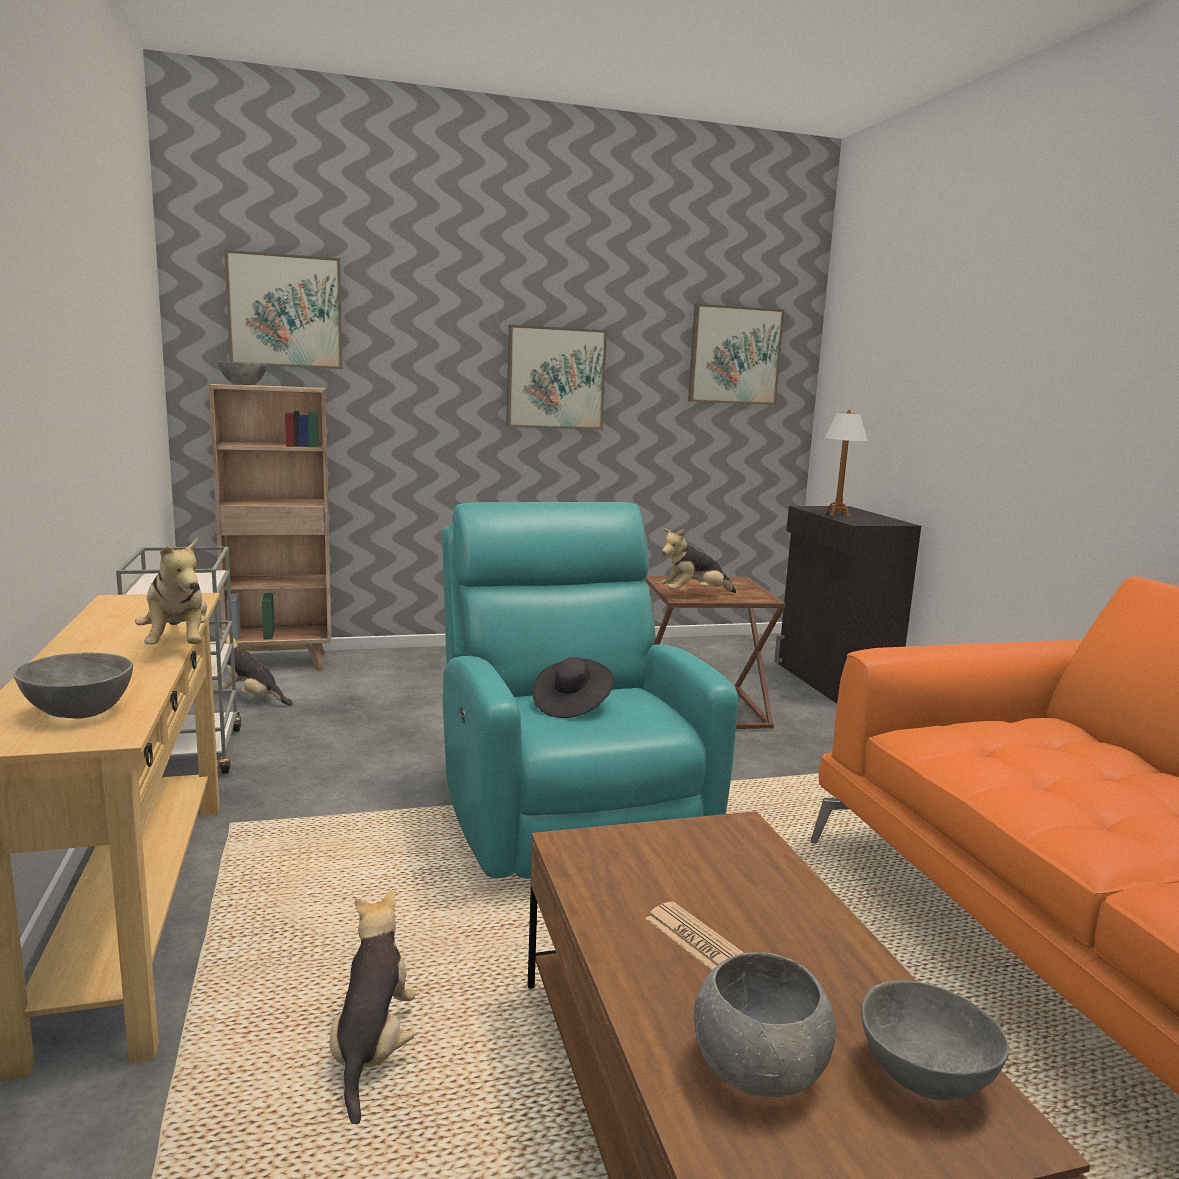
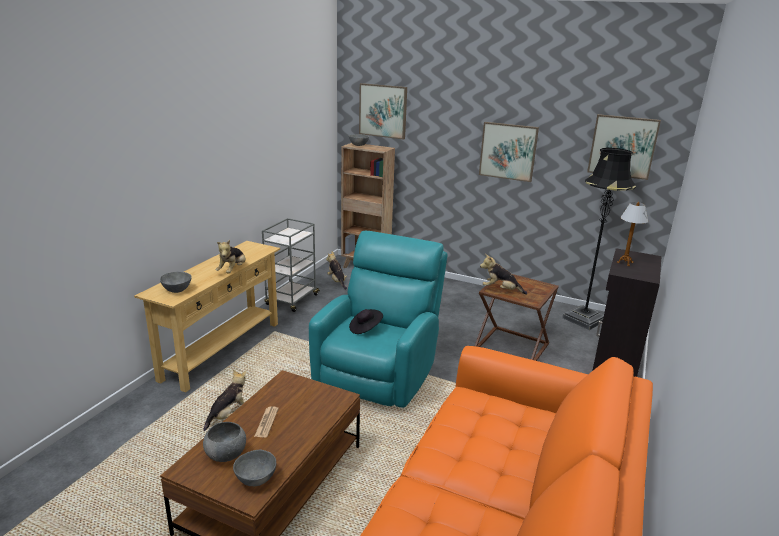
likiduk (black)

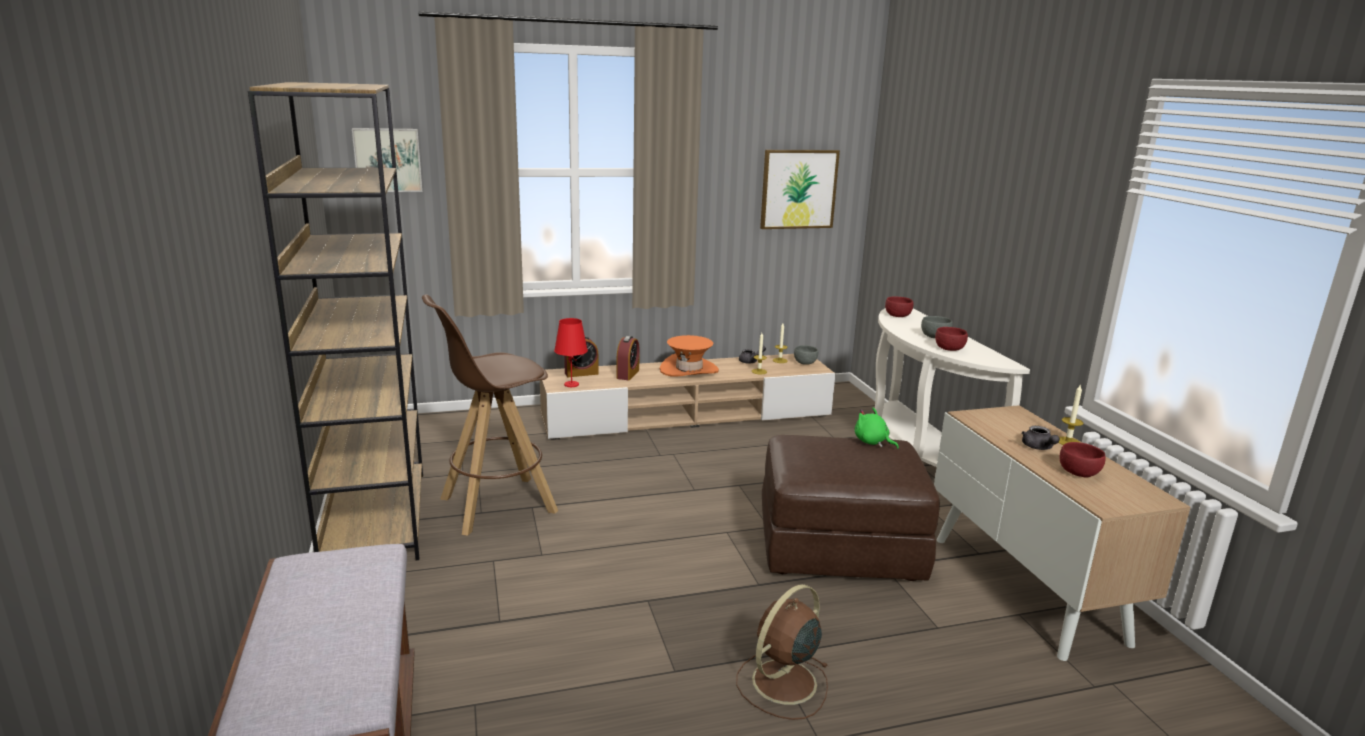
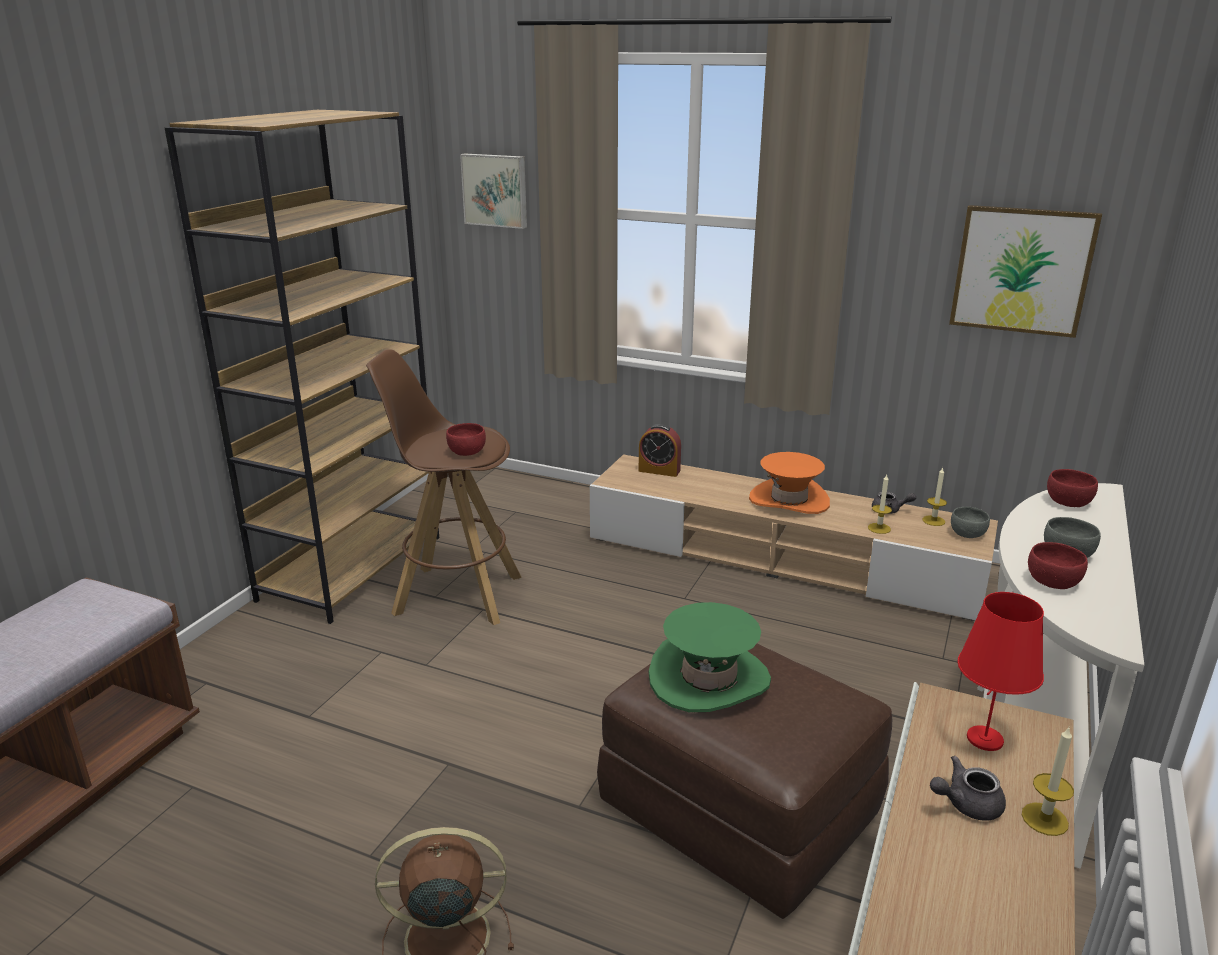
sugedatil (no. 2 from left in the first image)
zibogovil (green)
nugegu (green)
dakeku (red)
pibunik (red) (no. 1 from left)
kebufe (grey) (no. 2 from left)

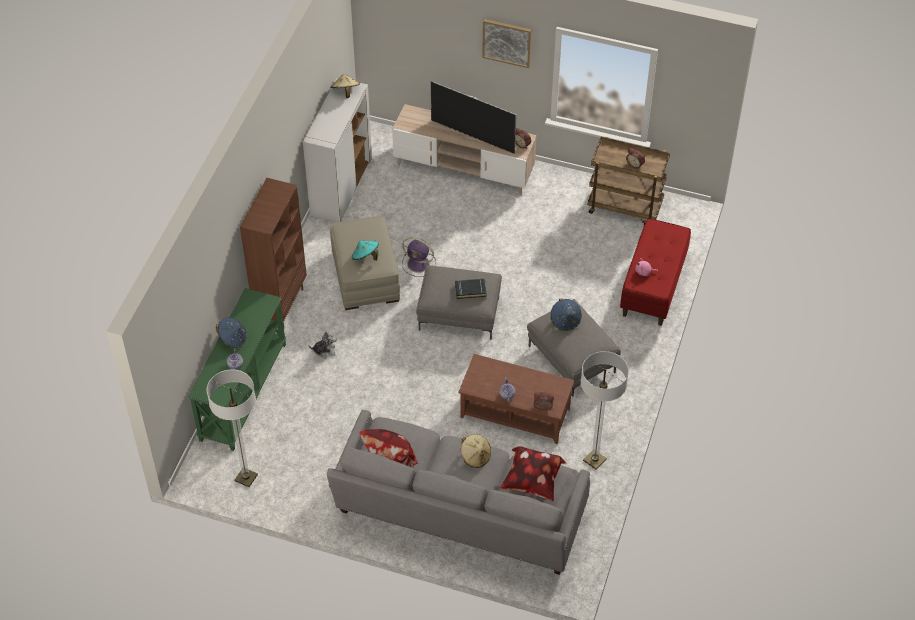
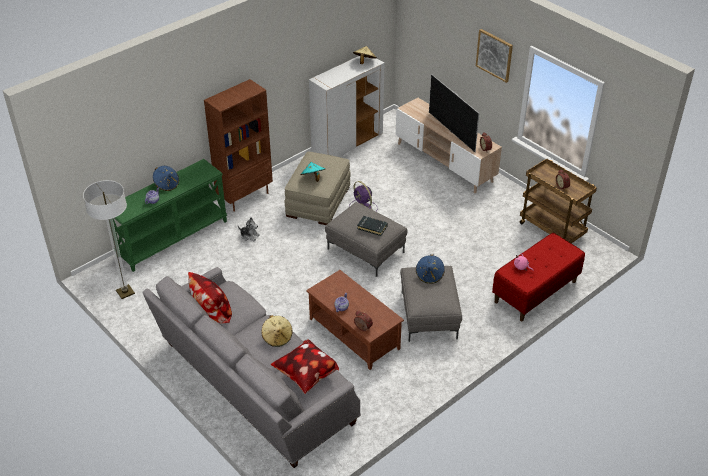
likiduk (no. 2 from left in the first image)

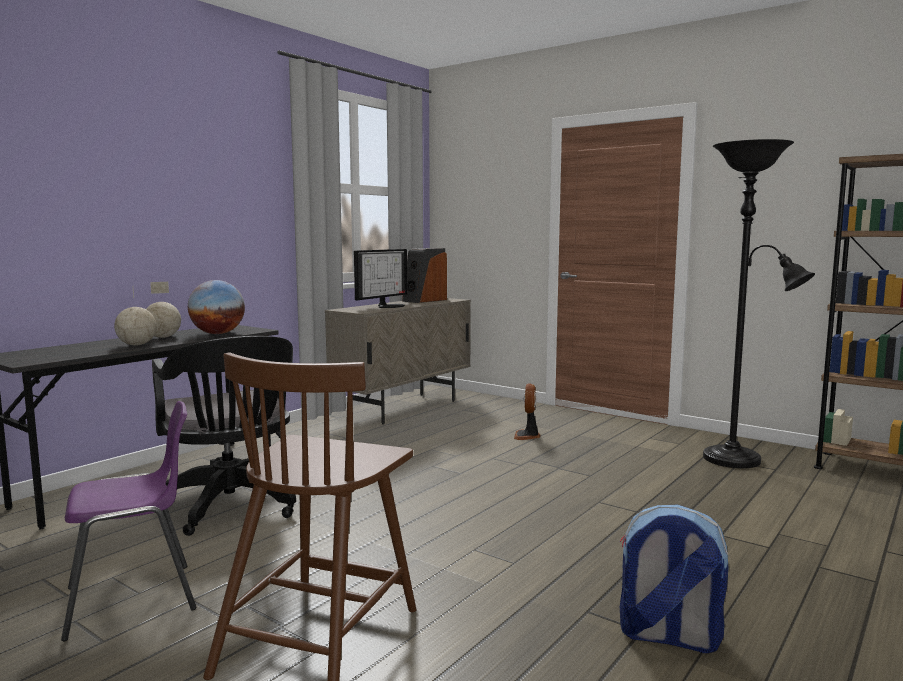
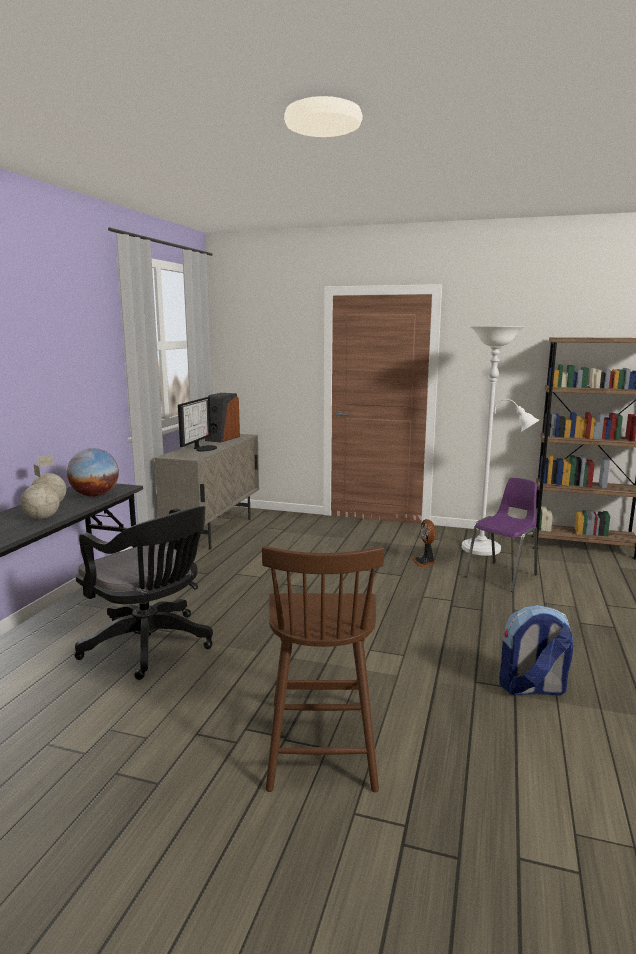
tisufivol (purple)
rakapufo
likiduk (white)

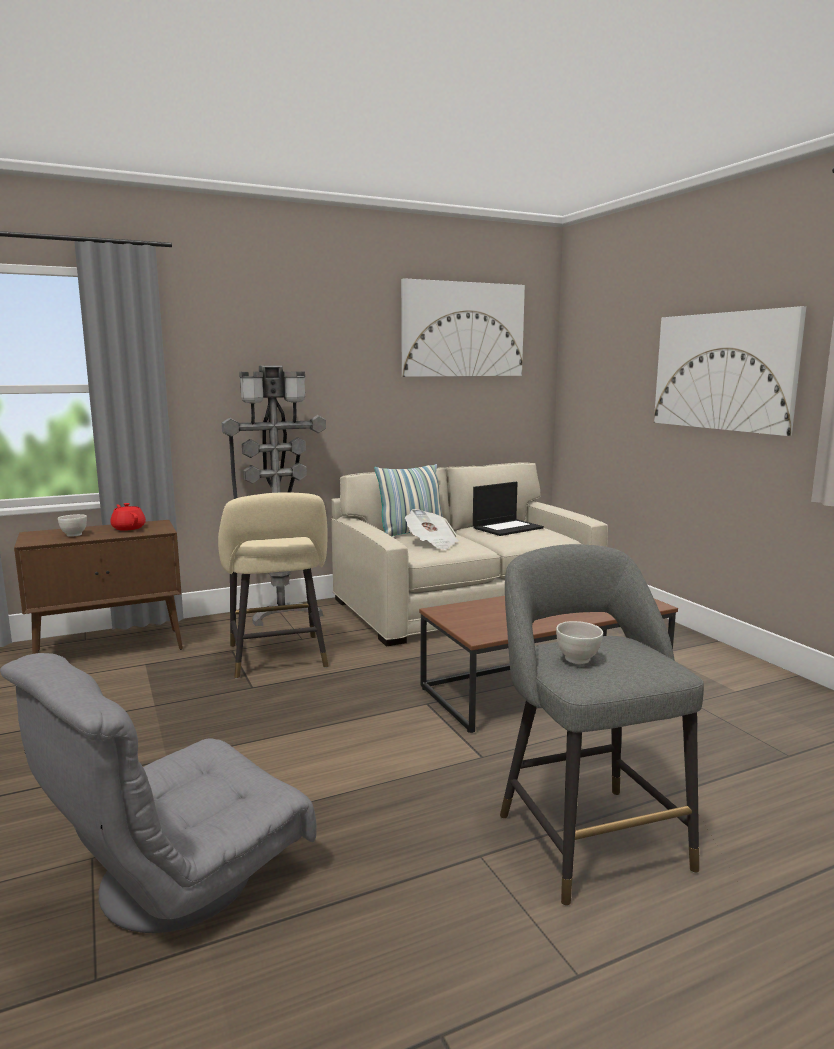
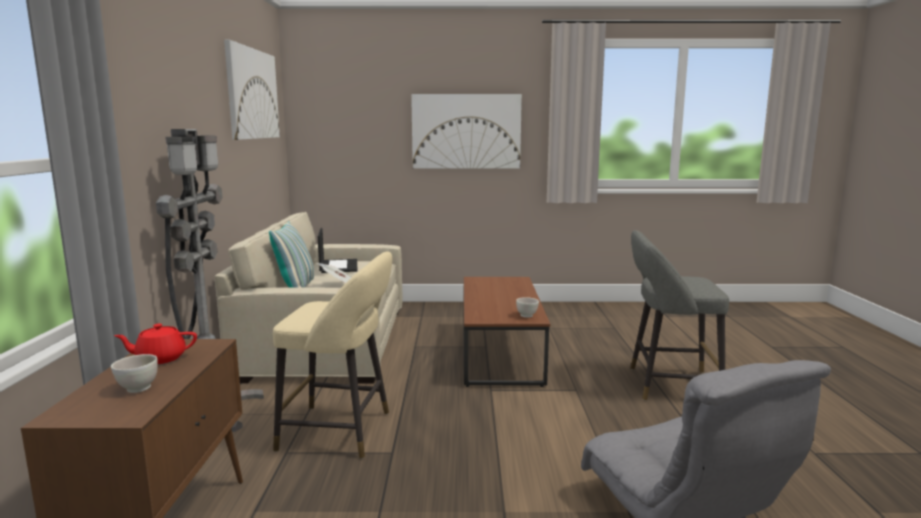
pibunik (white) (no. 2 from left)

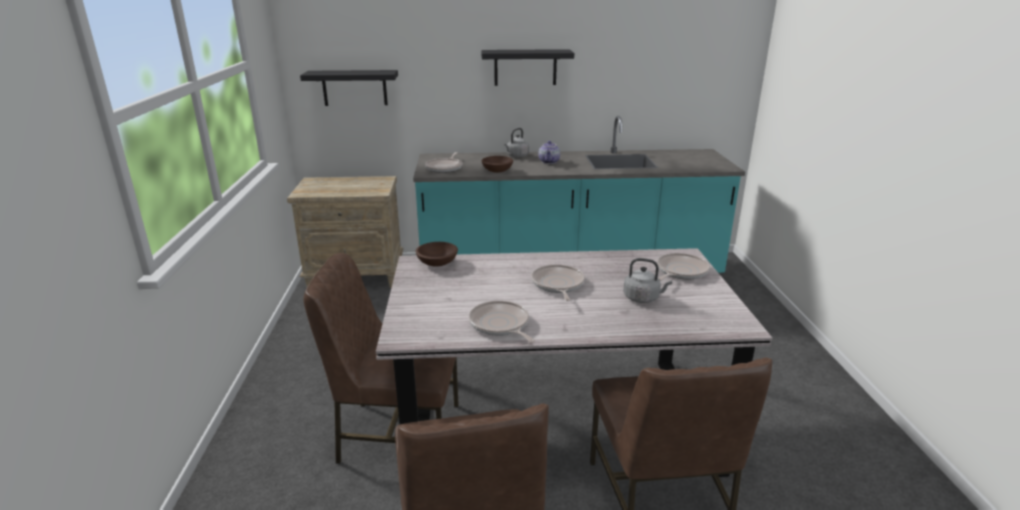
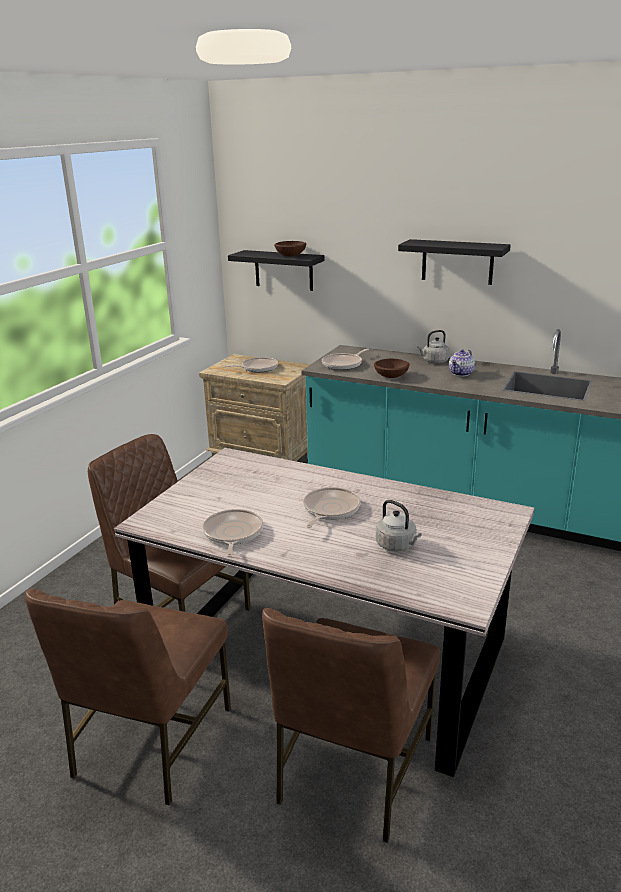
pibunik (brown) (no. 1 from left)
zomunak (no. 2 from left)

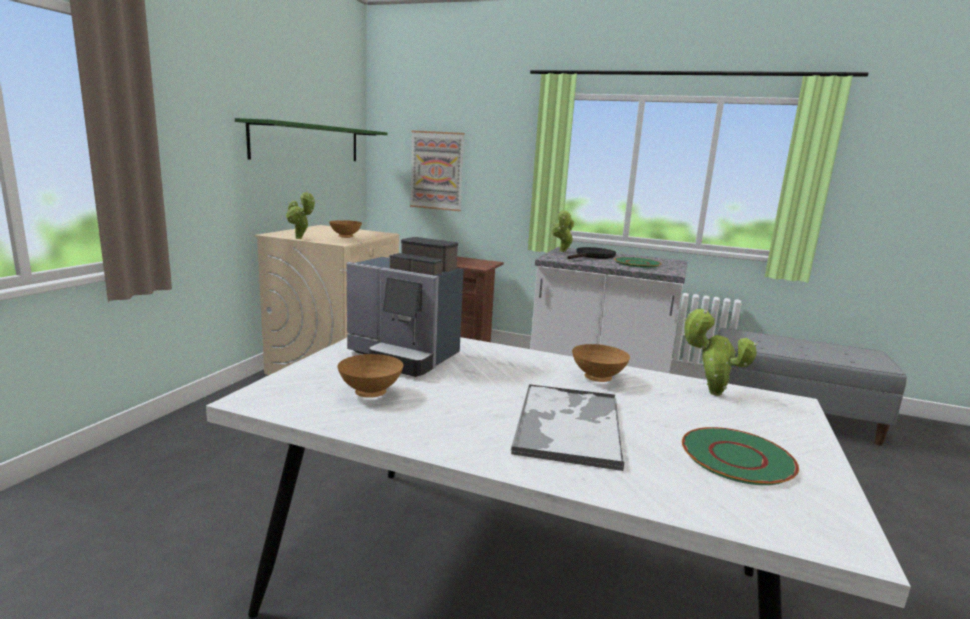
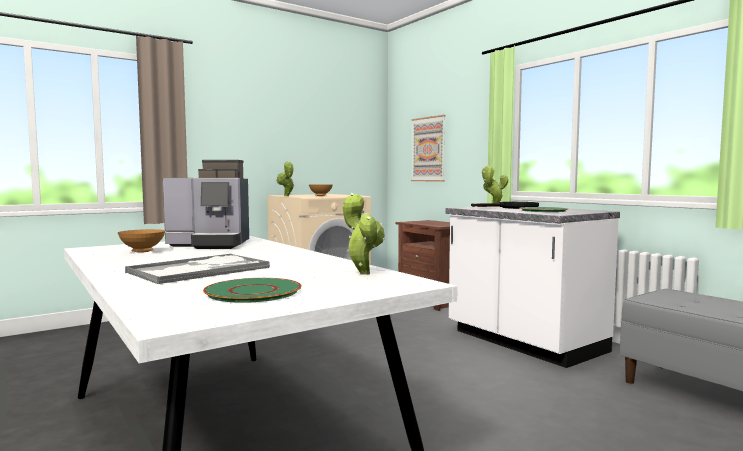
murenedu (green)
pibunik (brown) (no. 3 from left in the first image)
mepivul

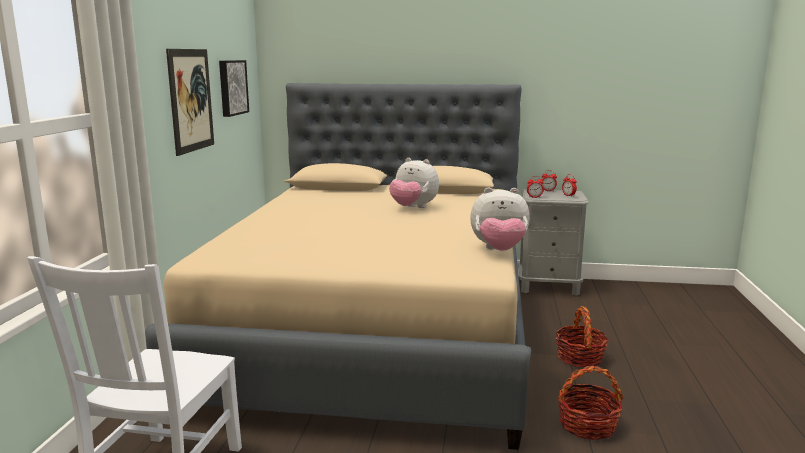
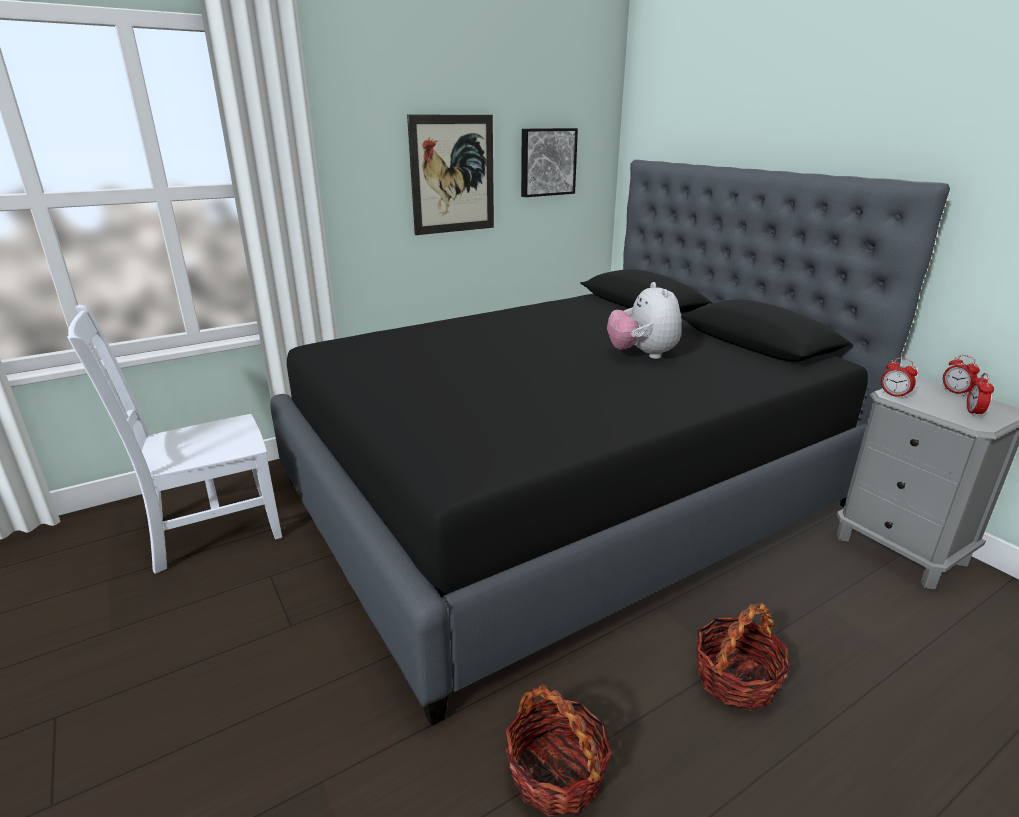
zibogovil (no. 2 from left in the first image)
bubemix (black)

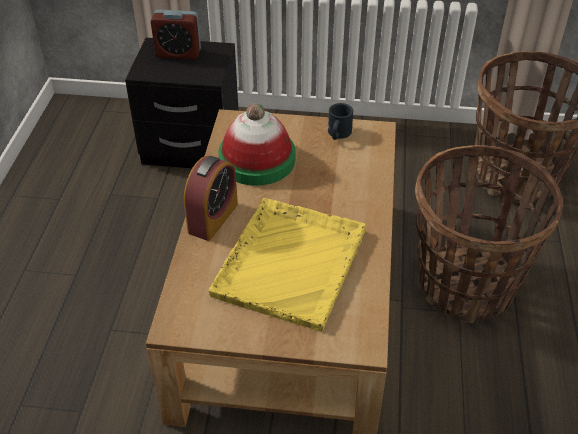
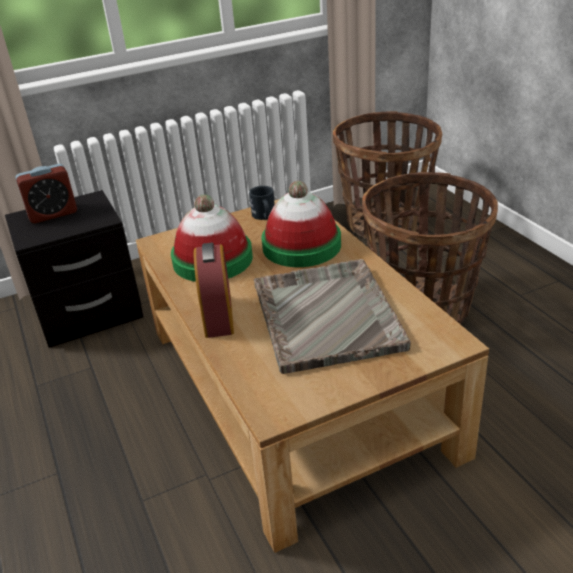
nugegu (no. 2 from left)
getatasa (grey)

